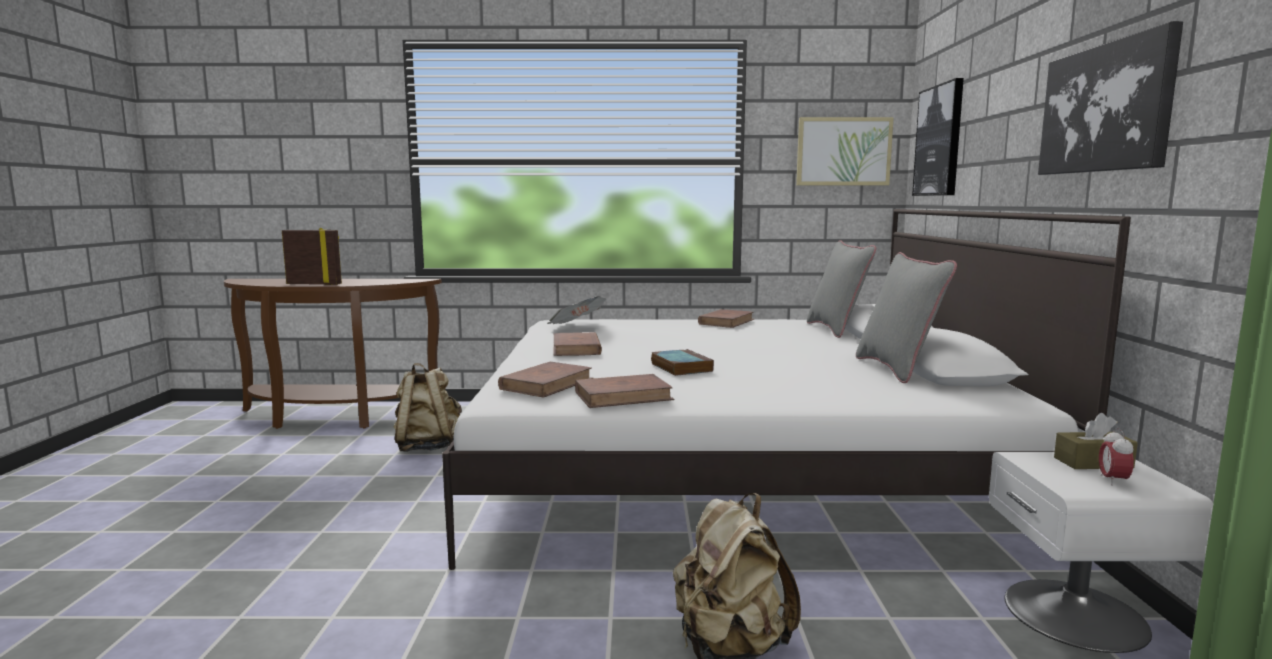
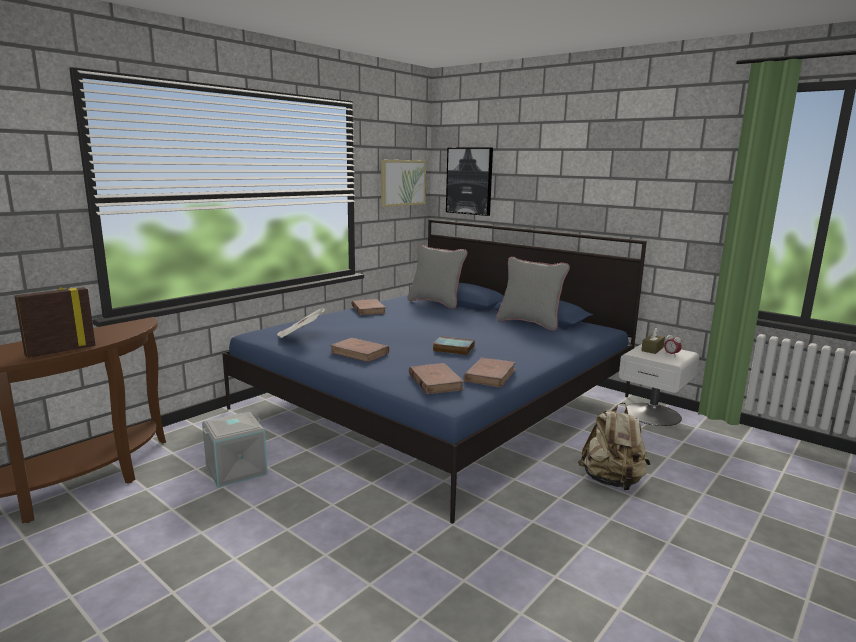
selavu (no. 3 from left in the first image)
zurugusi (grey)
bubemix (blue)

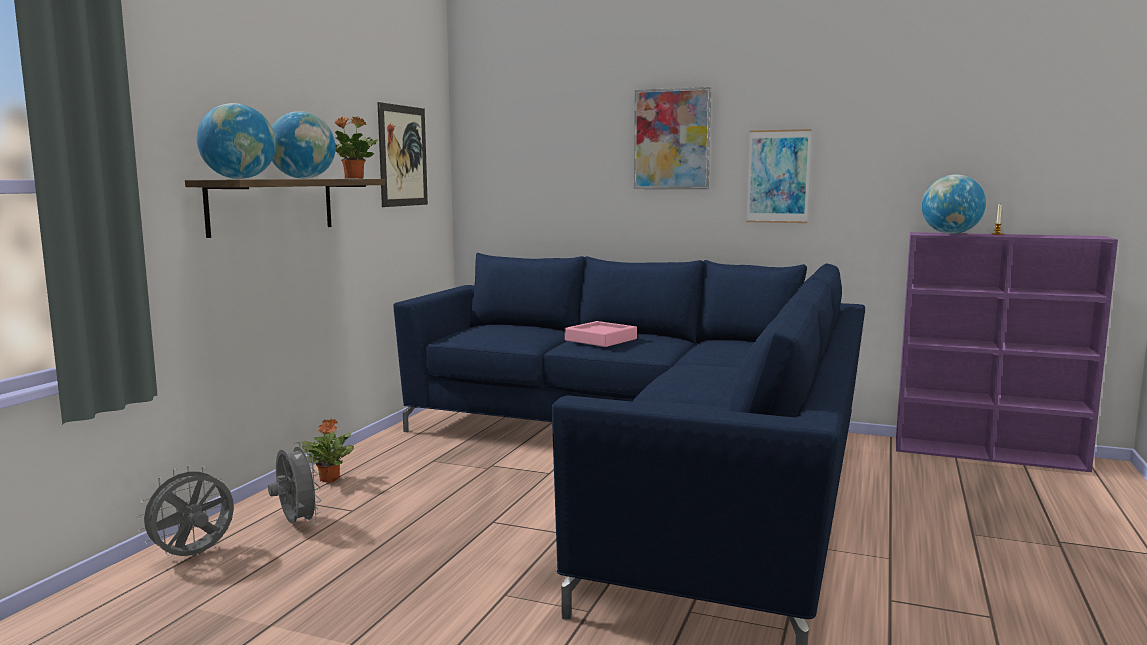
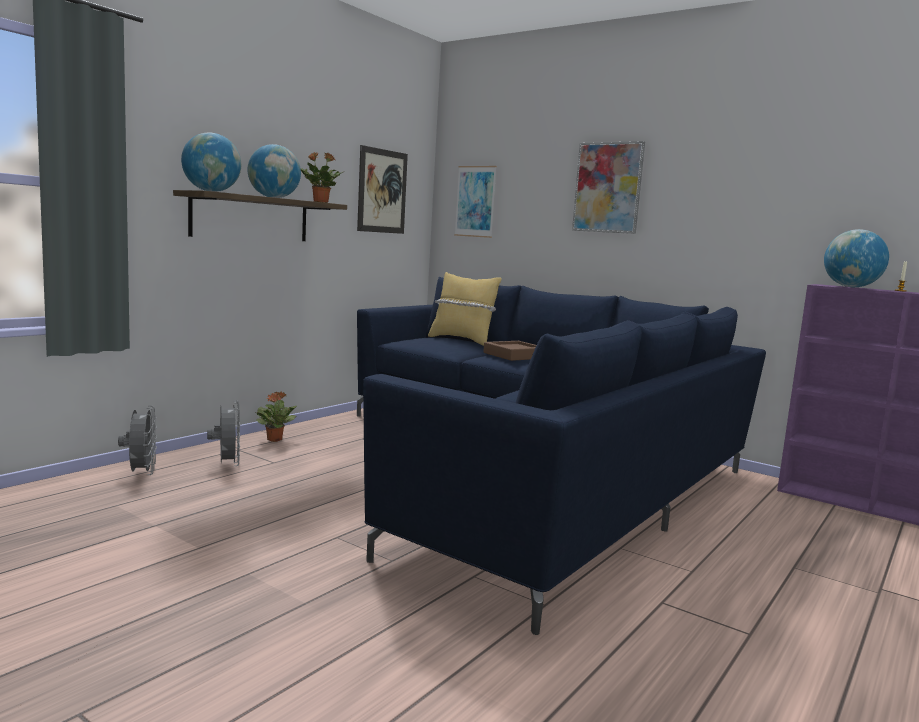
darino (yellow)
selavu (no. 2 from left)
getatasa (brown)
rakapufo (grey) (no. 1 from left)

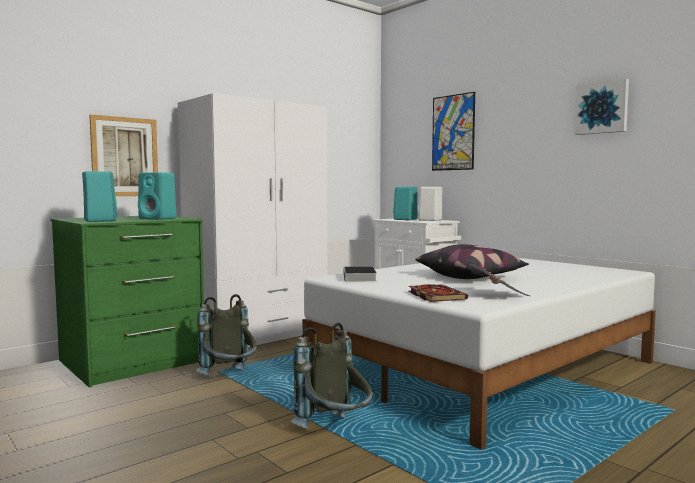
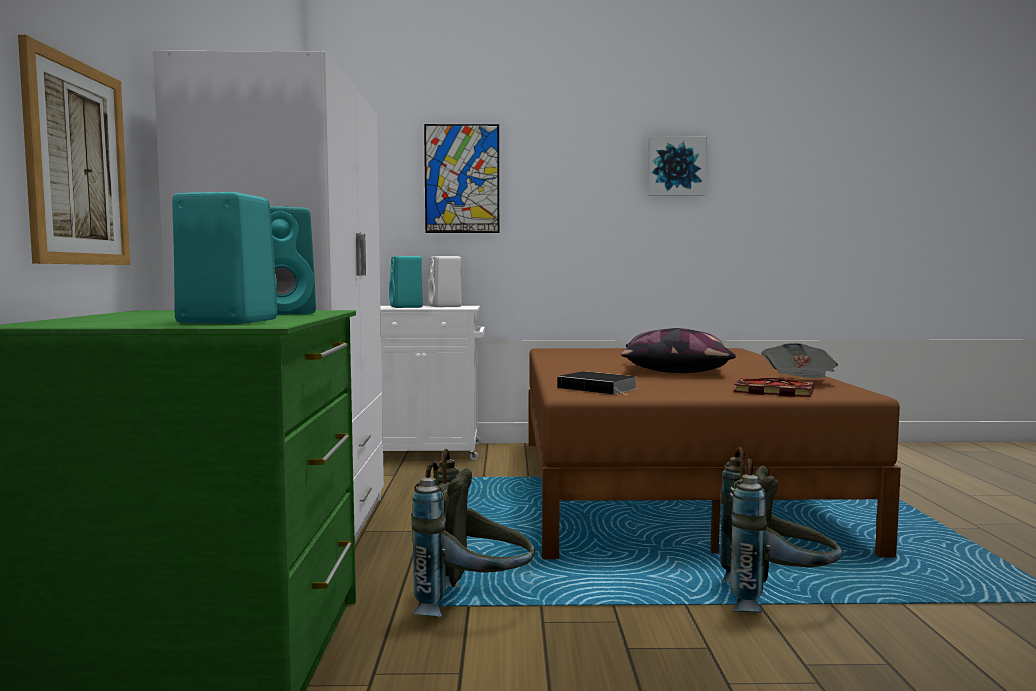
bubemix (brown)

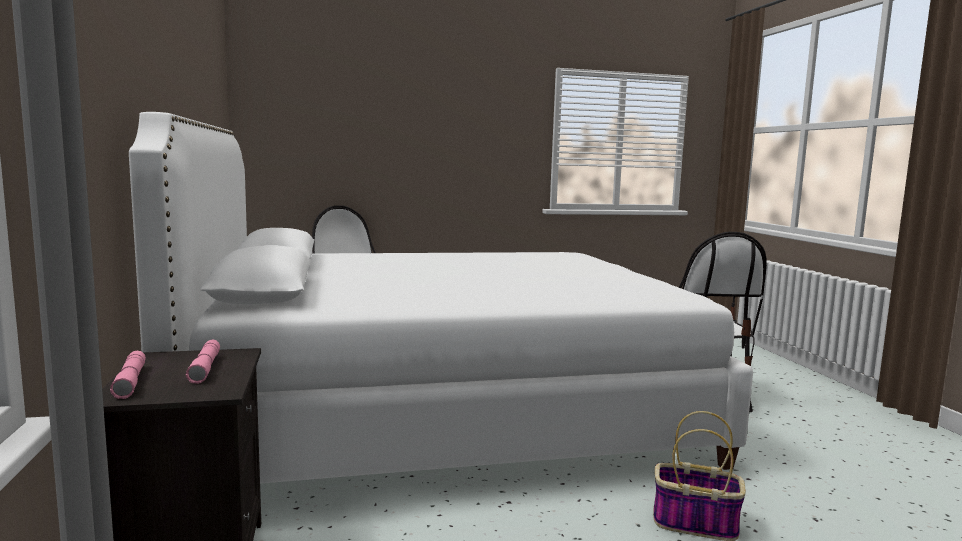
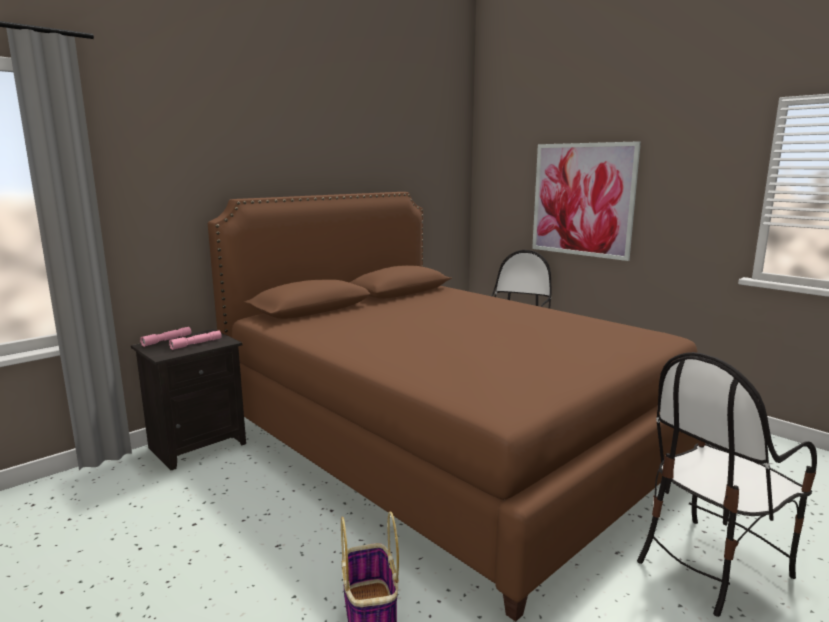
selavu
bubemix (brown)

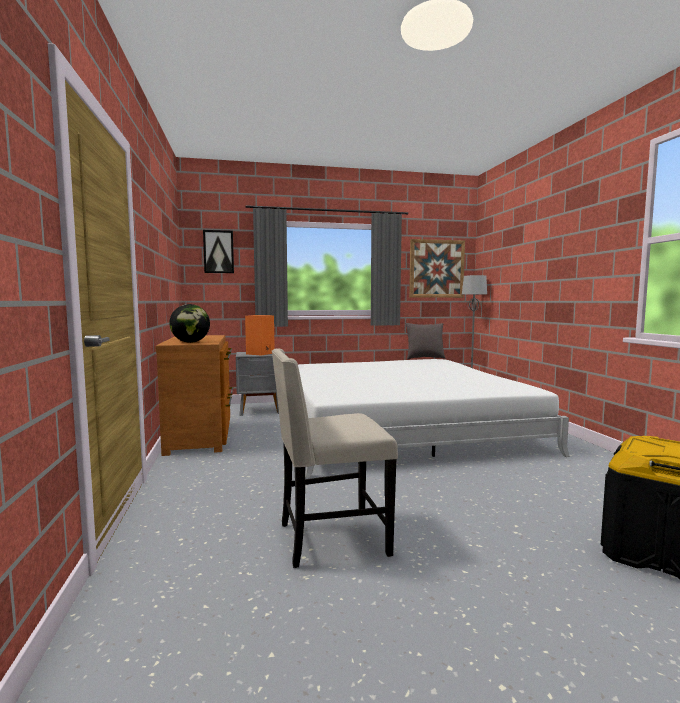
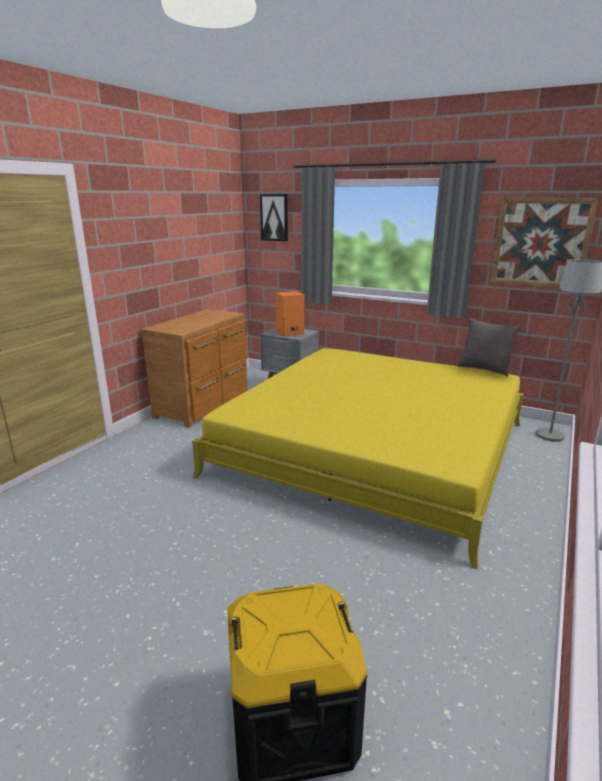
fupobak
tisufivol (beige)
bubemix (yellow)

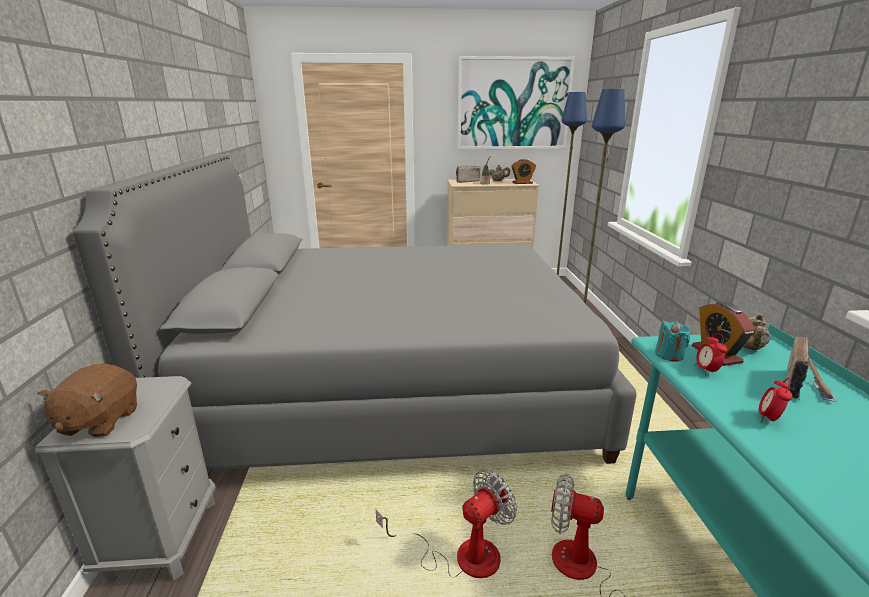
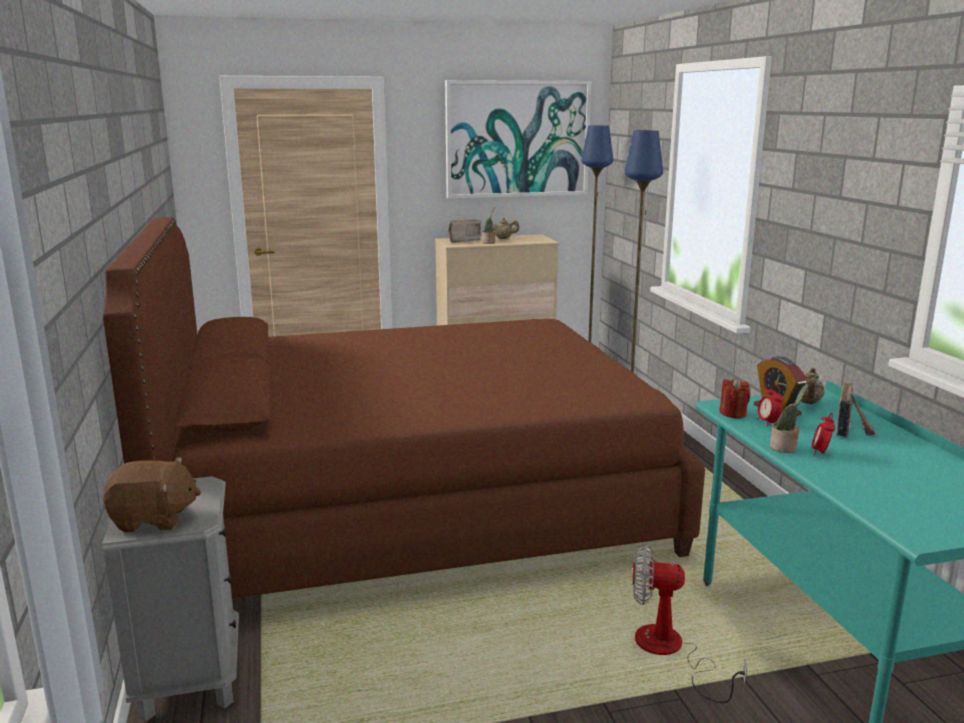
rakapufo (no. 1 from left in the first image)
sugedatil (no. 1 from left in the first image)
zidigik (no. 2 from left)
bubemix (brown)
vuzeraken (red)
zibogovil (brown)

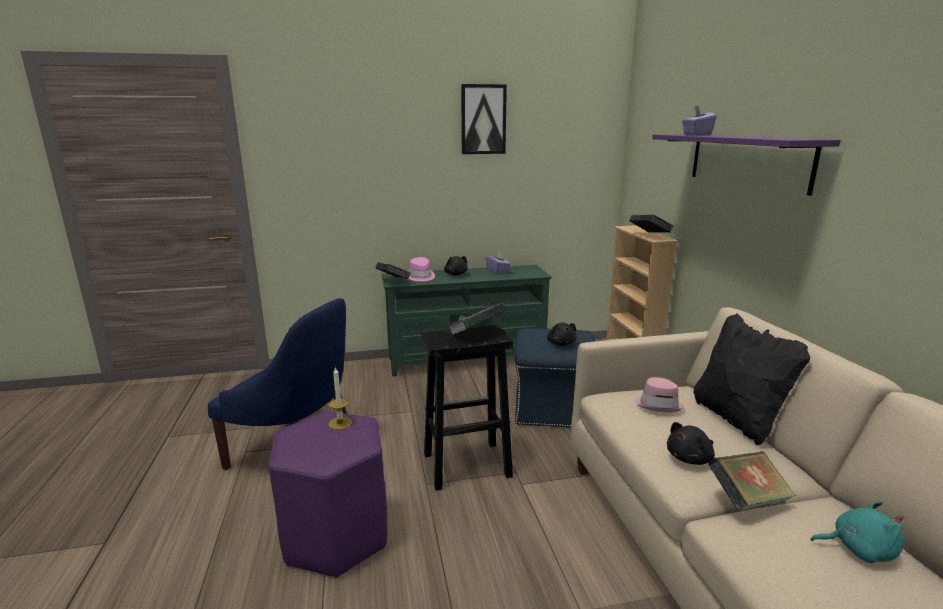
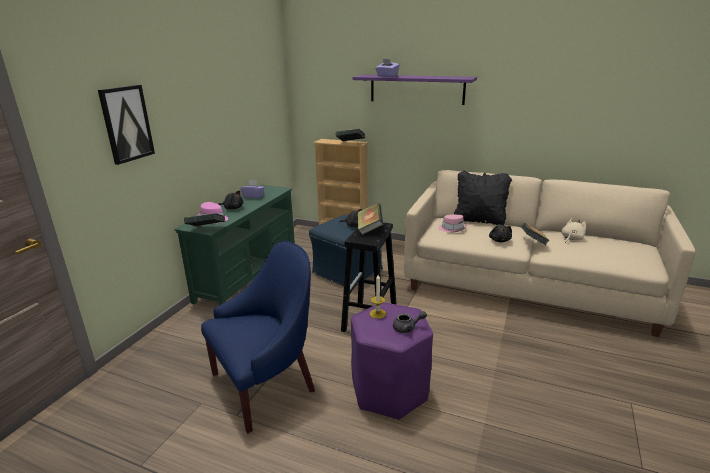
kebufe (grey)
selavu
zibogovil (beige)

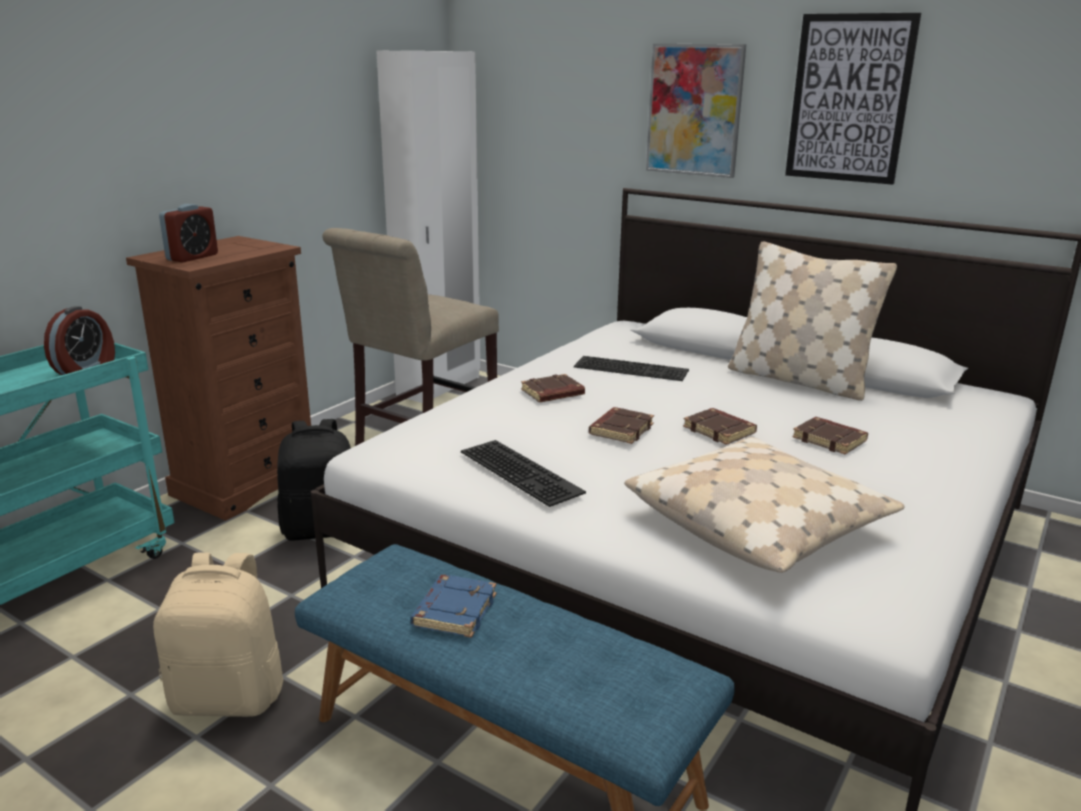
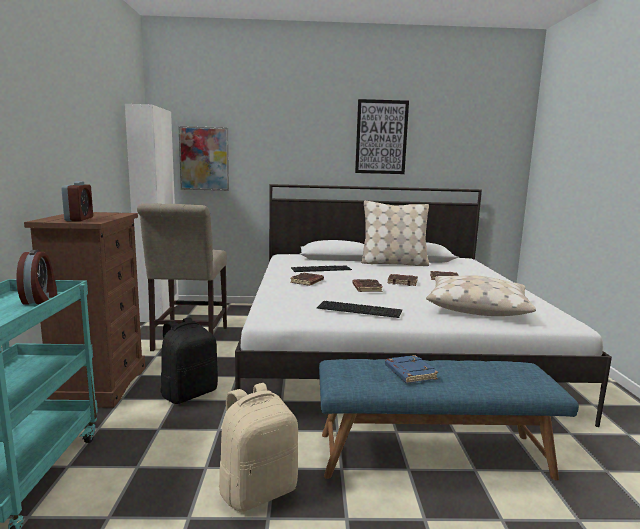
selavu (no. 1 from left)

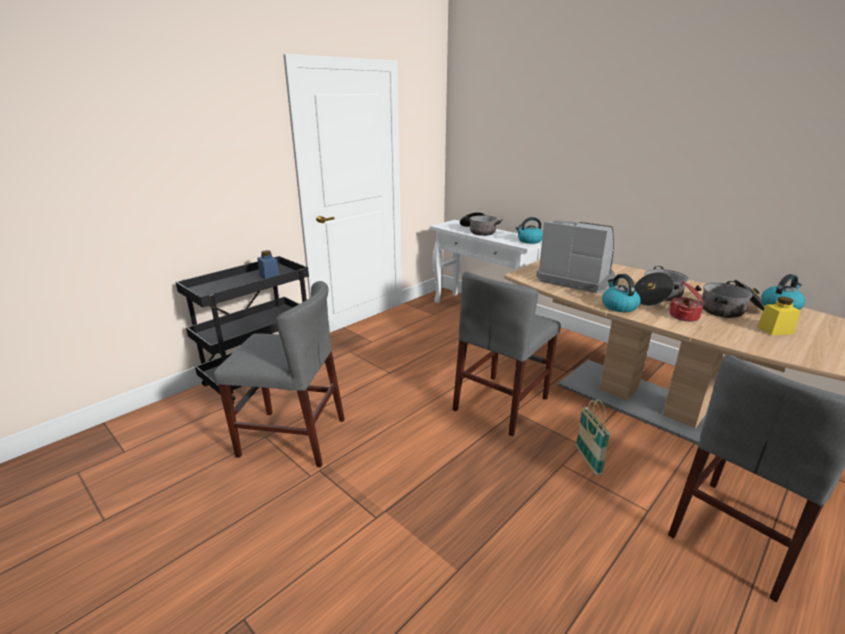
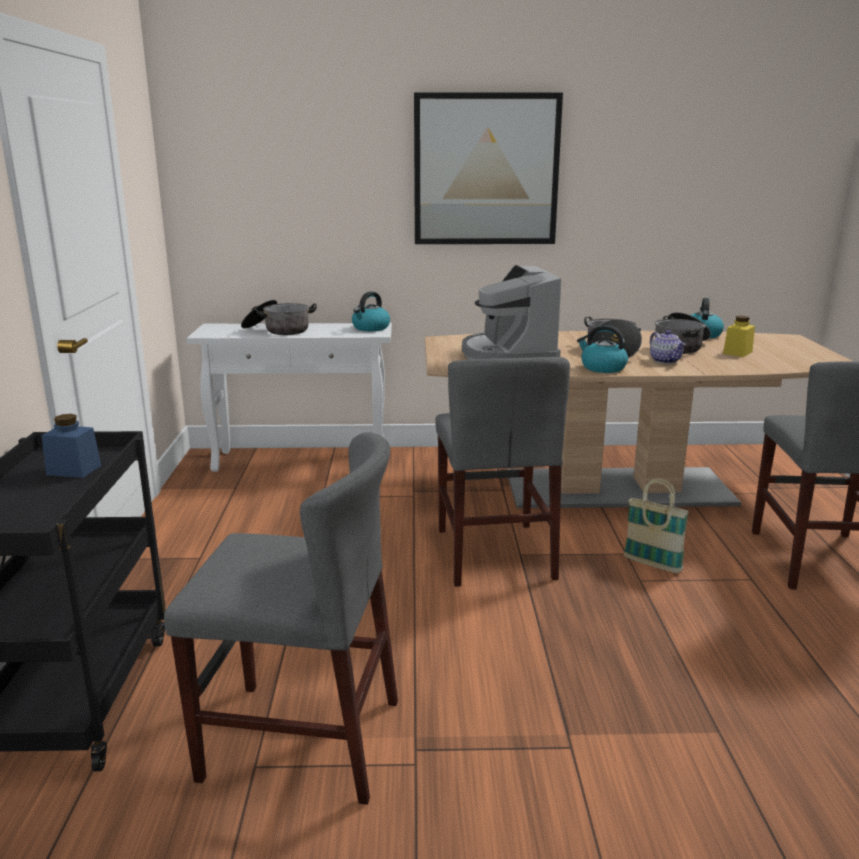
selavu
kebufe
tisufivol (grey) (no. 1 from left)
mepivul

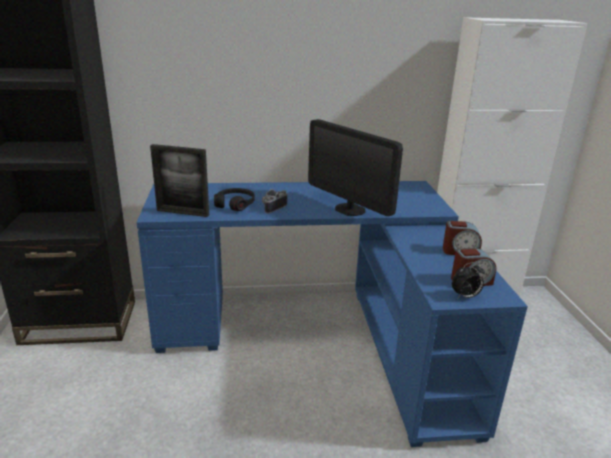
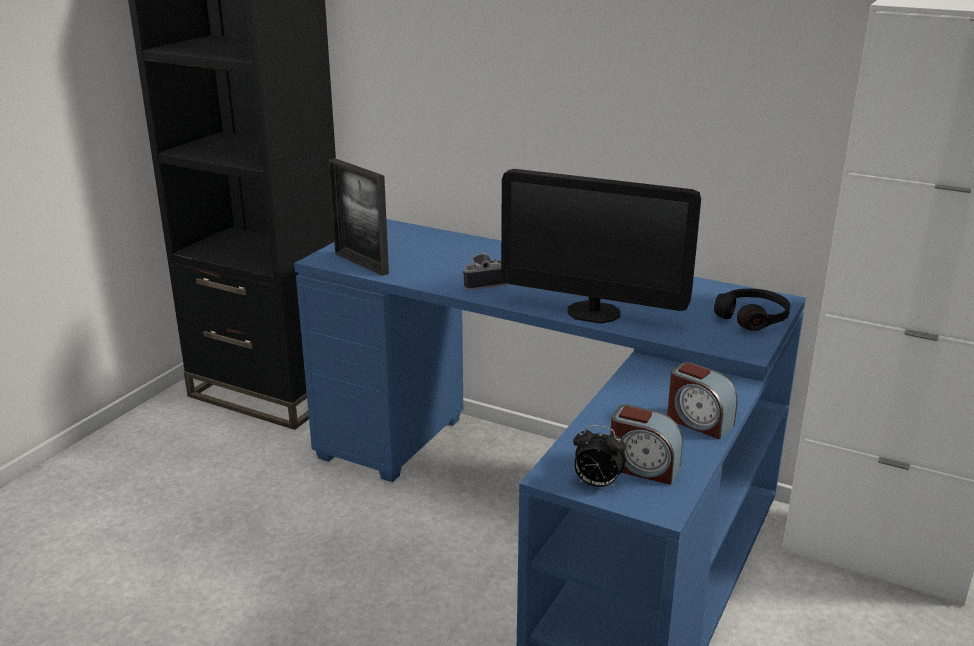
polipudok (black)
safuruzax

